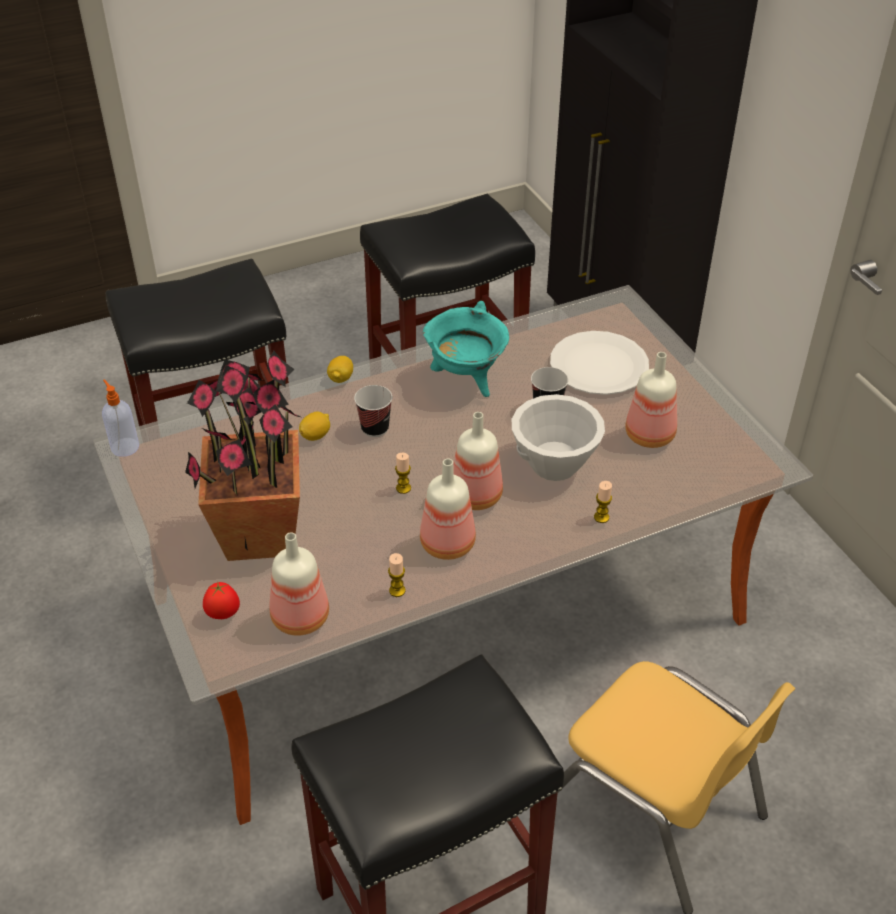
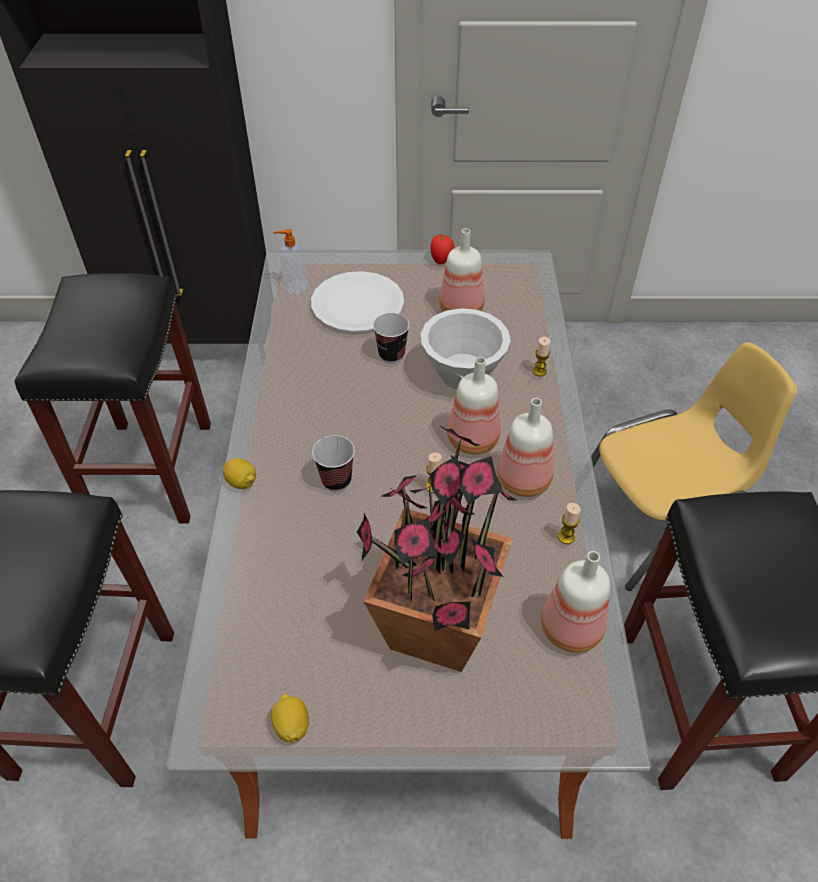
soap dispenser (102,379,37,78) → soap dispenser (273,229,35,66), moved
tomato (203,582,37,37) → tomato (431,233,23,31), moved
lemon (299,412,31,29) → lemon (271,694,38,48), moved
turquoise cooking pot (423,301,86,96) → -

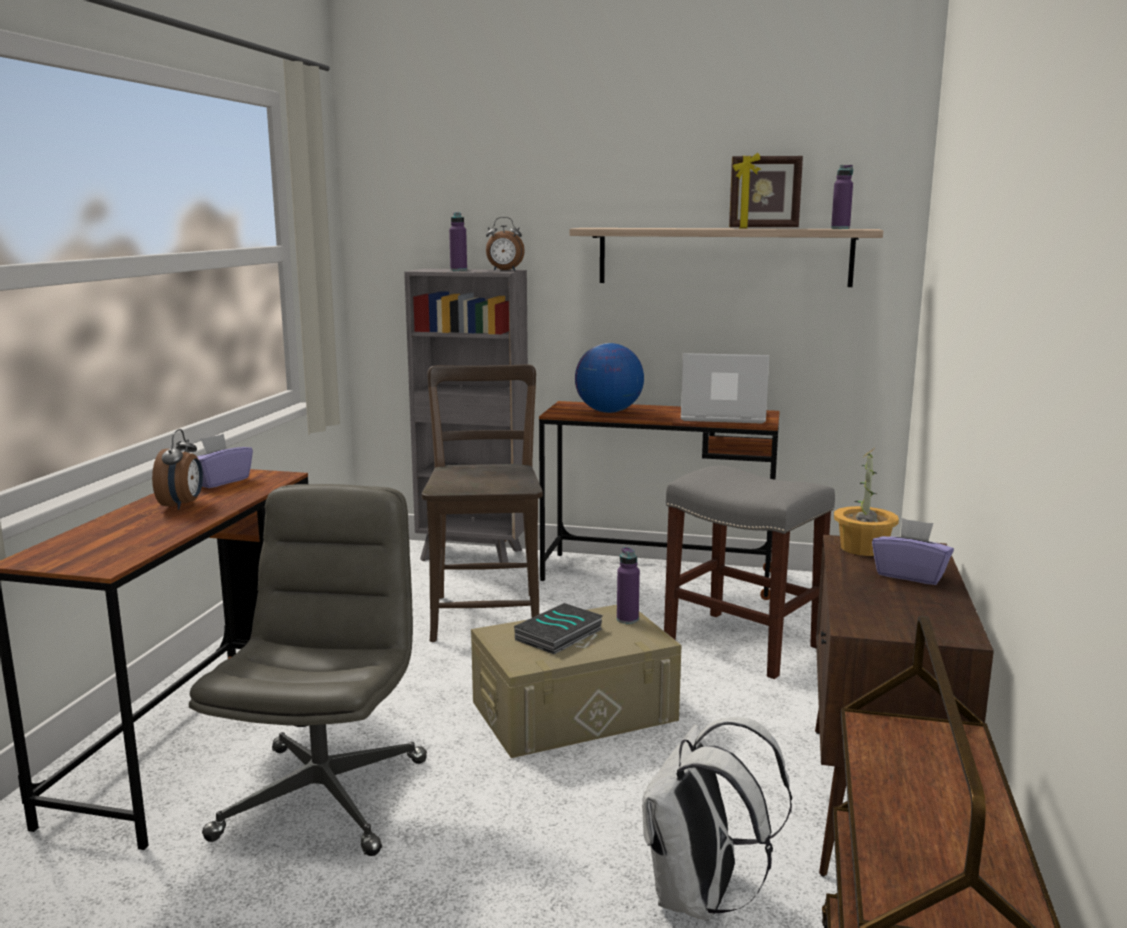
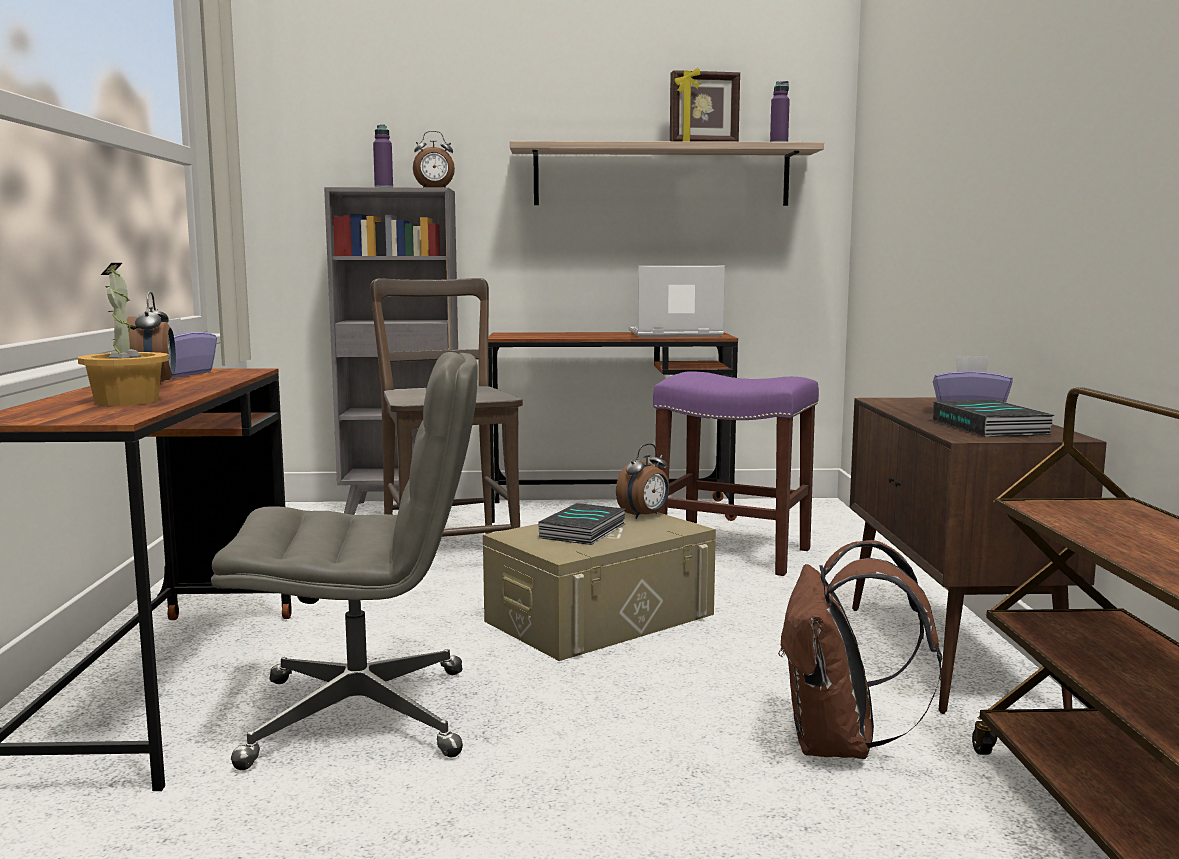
grey office chair (189,484,238,372) → grey office chair (211,352,267,418), 90 degrees clockwise
globe (575,343,69,70) → -
purple bottle (617,547,23,77) → alarm clock (616,444,53,75)
white backpack (642,717,150,203) → brown backpack (778,540,164,219)
grey stool (664,465,171,214) → purple stool (653,371,166,205)
potted plant (834,449,65,107) → potted plant (78,263,90,143), moved
- → book (933,400,121,37)

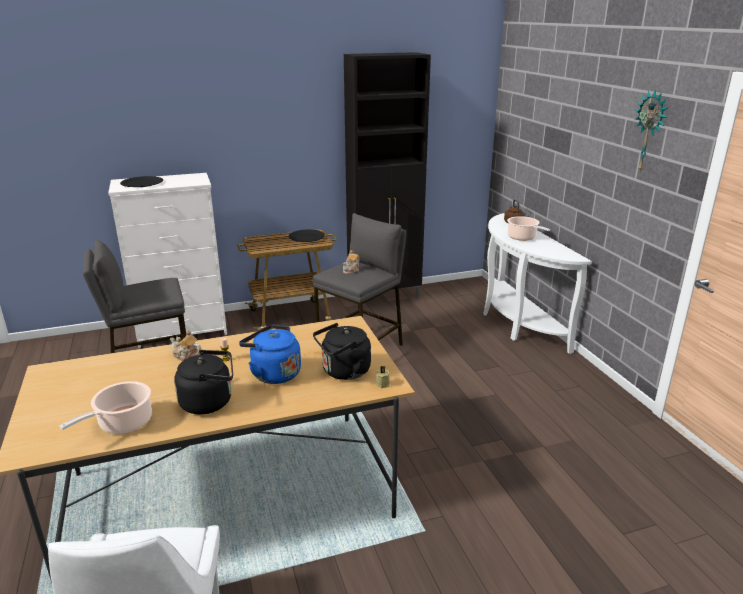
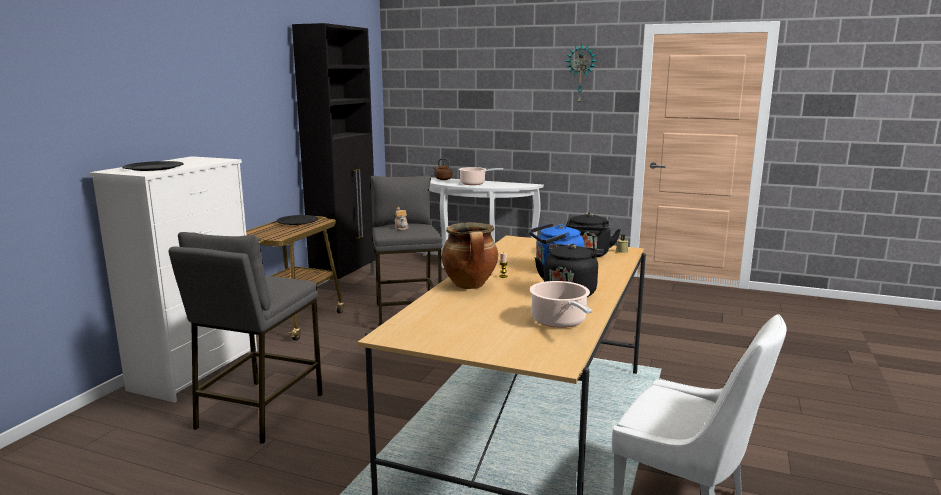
teapot (170,330,31,31) → cooking pot (442,222,56,67)

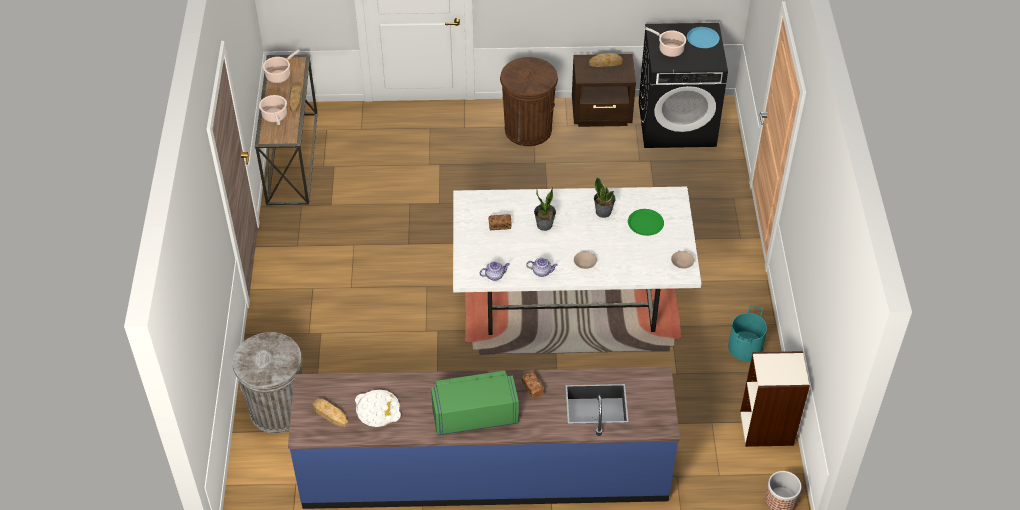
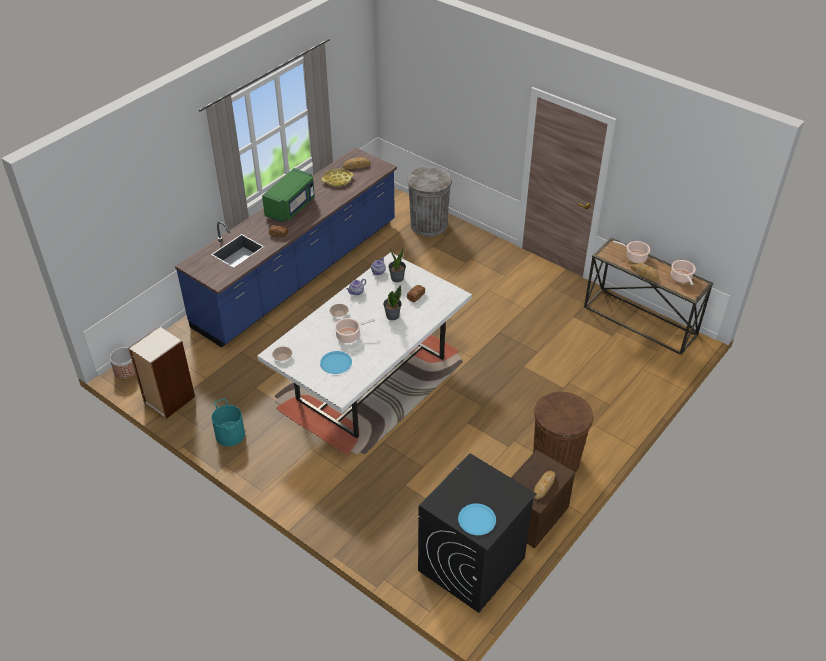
white tray (355,390,46,37) → yellow tray (321,169,33,17)
potted plant (594,178,22,40) → potted plant (388,249,18,33), moved
green plate (628,209,36,27) → blue plate (320,351,32,23)
cooking pot (645,27,41,30) → cooking pot (334,318,41,25), moved

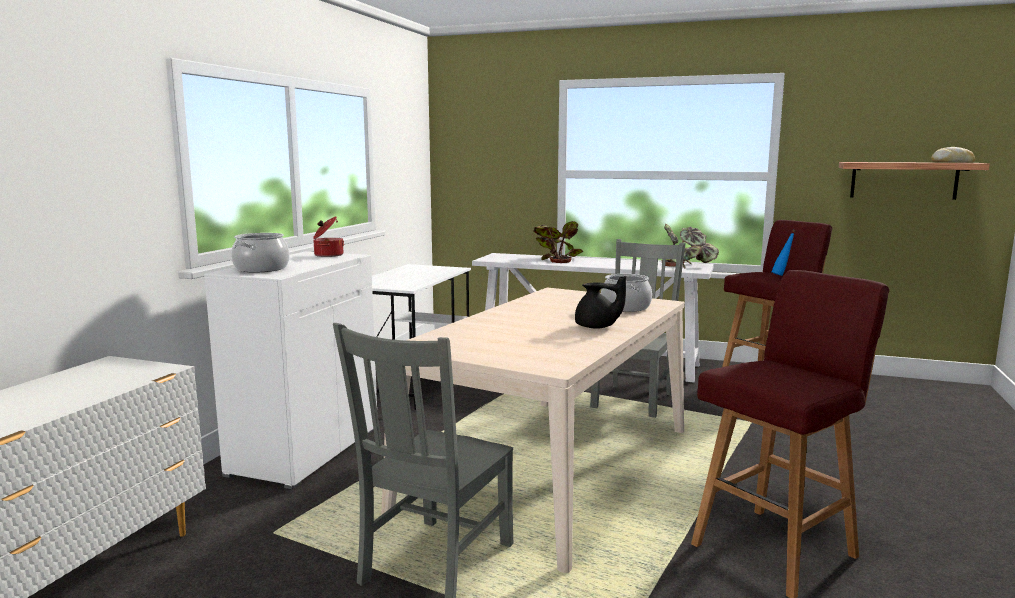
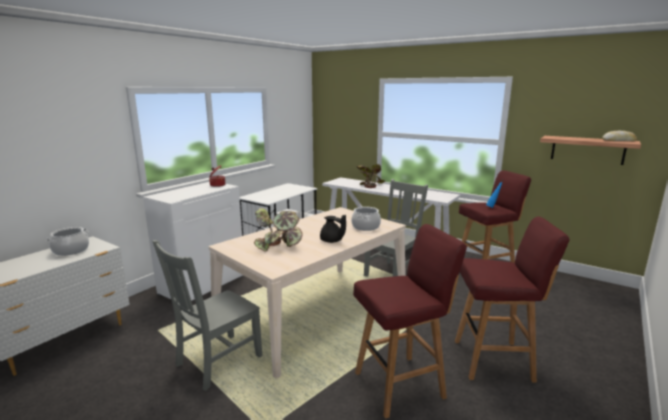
cooking pot (231,233,59,39) → cooking pot (47,227,42,29), moved
potted plant (661,224,58,44) → potted plant (254,208,49,44), moved
- → red stool (455,217,115,166)

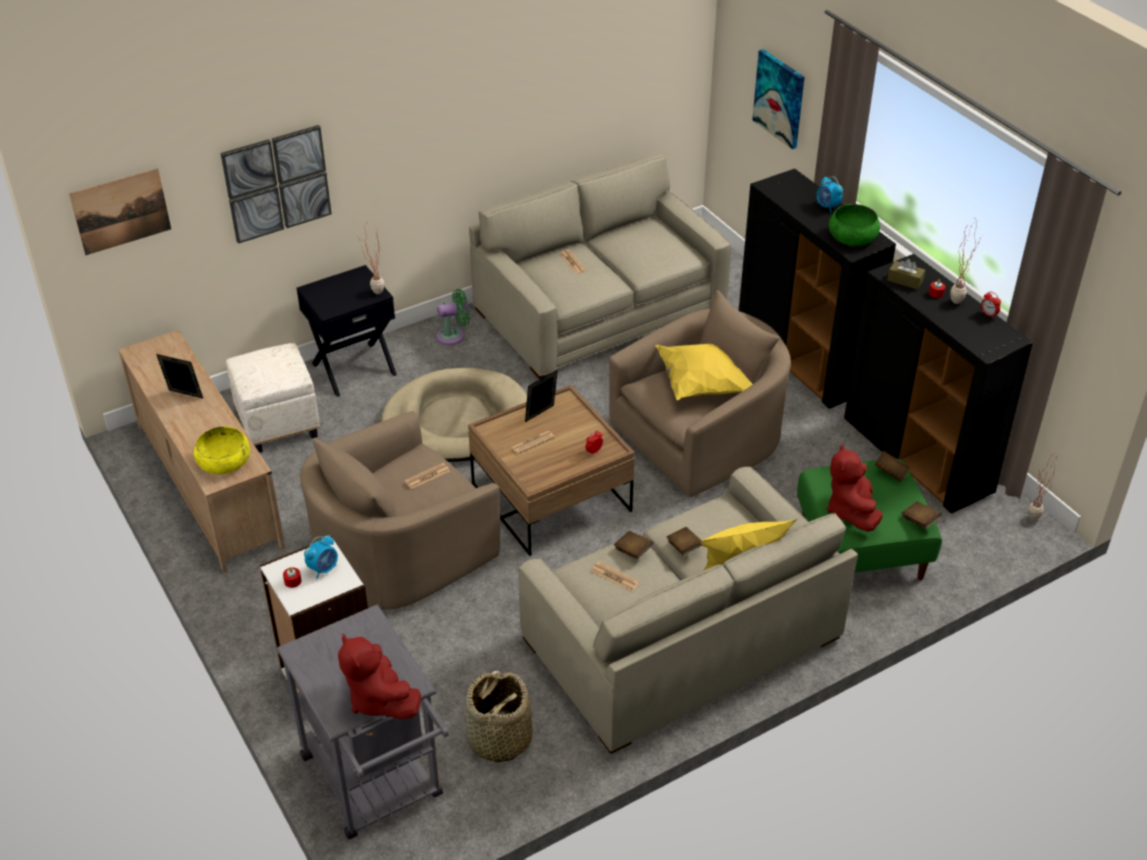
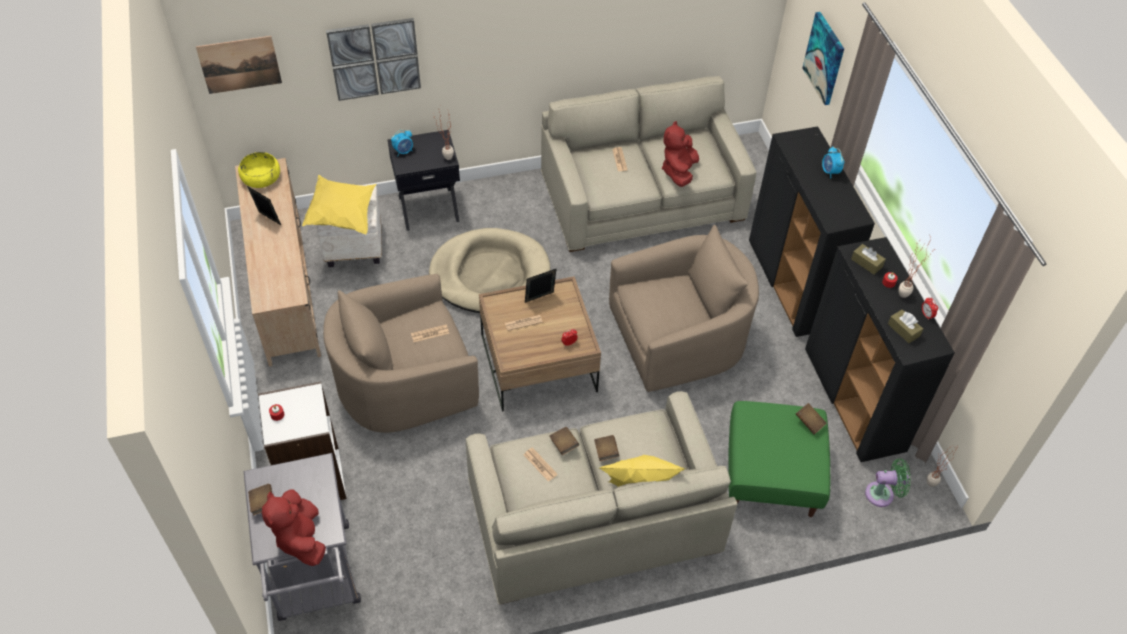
yellow bowl (194,426,56,48) → yellow bowl (238,152,42,36), moved
alarm clock (304,535,34,44) → alarm clock (391,130,22,27), moved
green fan (436,289,34,56) → green fan (865,458,46,49), moved
basket (464,670,68,96) → -
yellow pillow (655,344,97,56) → yellow pillow (302,175,74,59), moved
red plush toy (827,444,56,88) → red plush toy (662,121,37,66), moved
green bowl (829,204,51,42) → -
brown book (901,501,41,28) → brown book (248,484,24,31), moved
- → brown tissue box (888,310,35,33)

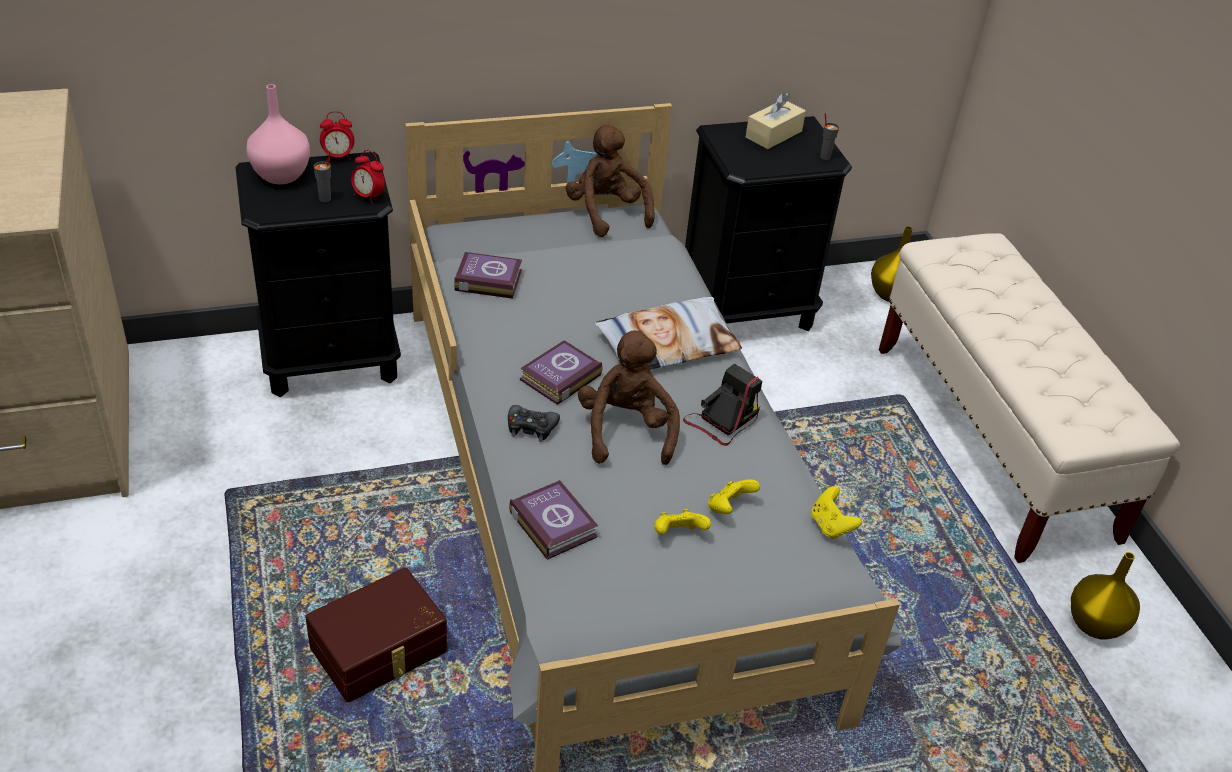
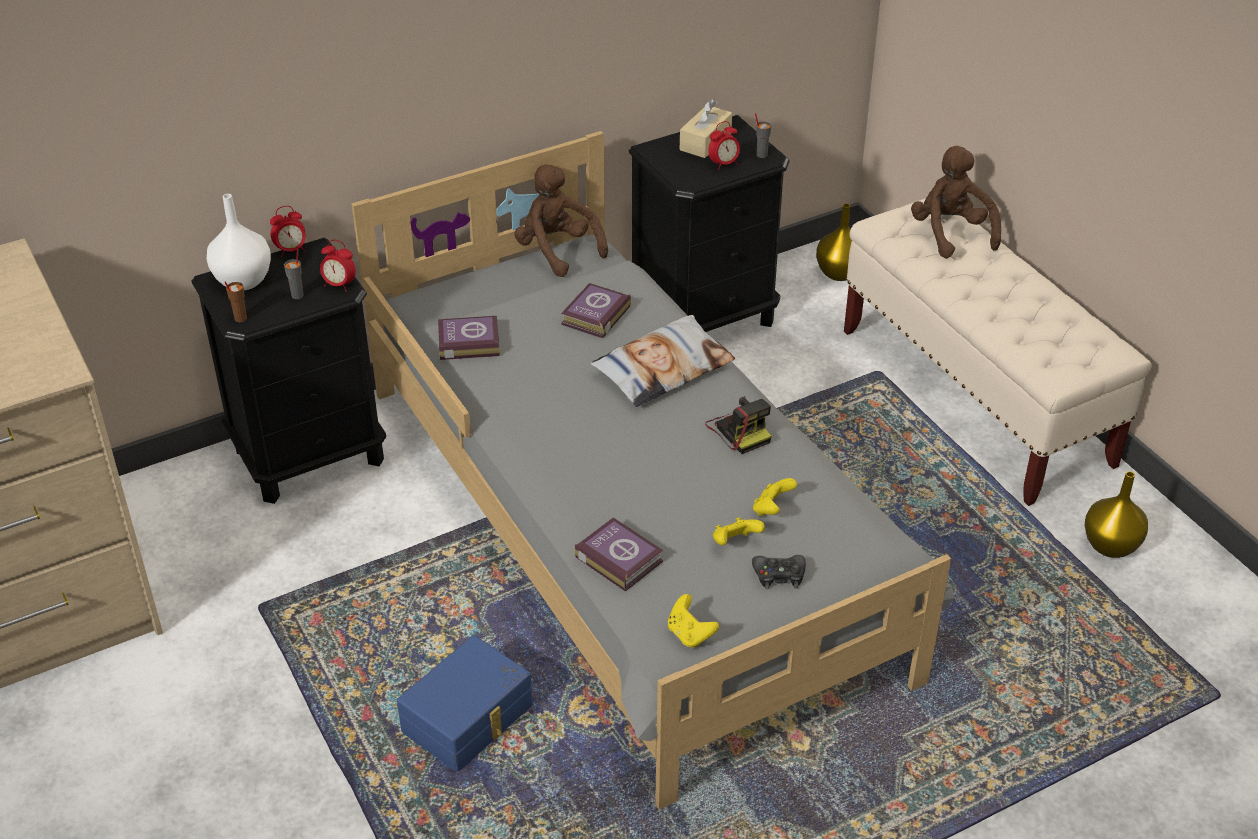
pink vase (246,84,64,100) → white vase (207,194,64,97)
brown storage box (305,568,142,135) → blue storage box (397,635,136,137)
black game controller (508,405,52,37) → black game controller (752,555,54,34), moved
book (520,340,82,65) → book (561,283,70,55), moved
brown plush toy (578,331,102,134) → brown plush toy (911,146,90,113), moved
photo camera (683,363,79,83) → photo camera (705,396,66,58), 120 degrees clockwise
yellow game controller (811,486,51,53) → yellow game controller (668,594,51,54), moved
- → brown cup (225,281,22,41)
- → alarm clock (708,121,32,49)

